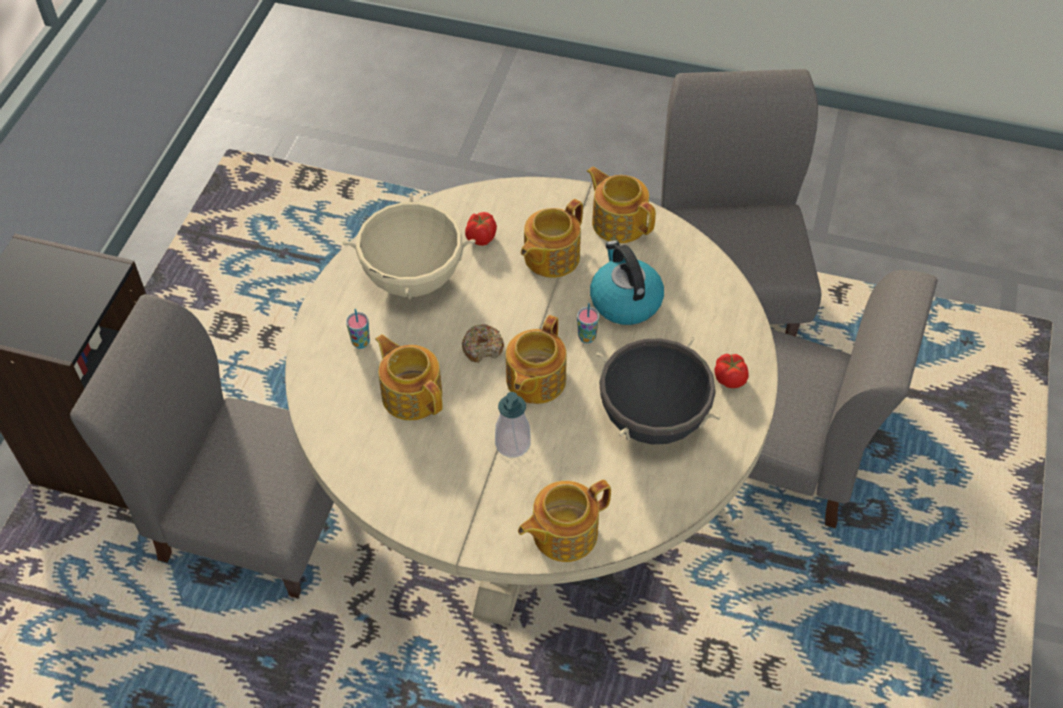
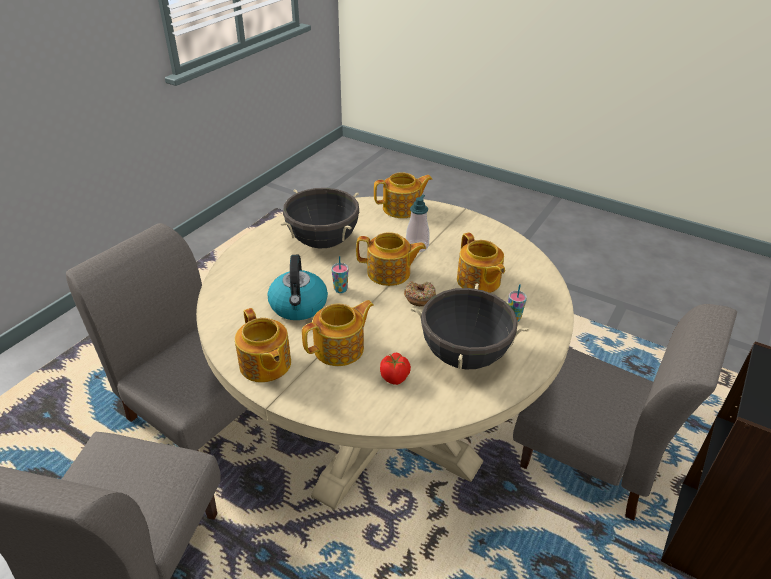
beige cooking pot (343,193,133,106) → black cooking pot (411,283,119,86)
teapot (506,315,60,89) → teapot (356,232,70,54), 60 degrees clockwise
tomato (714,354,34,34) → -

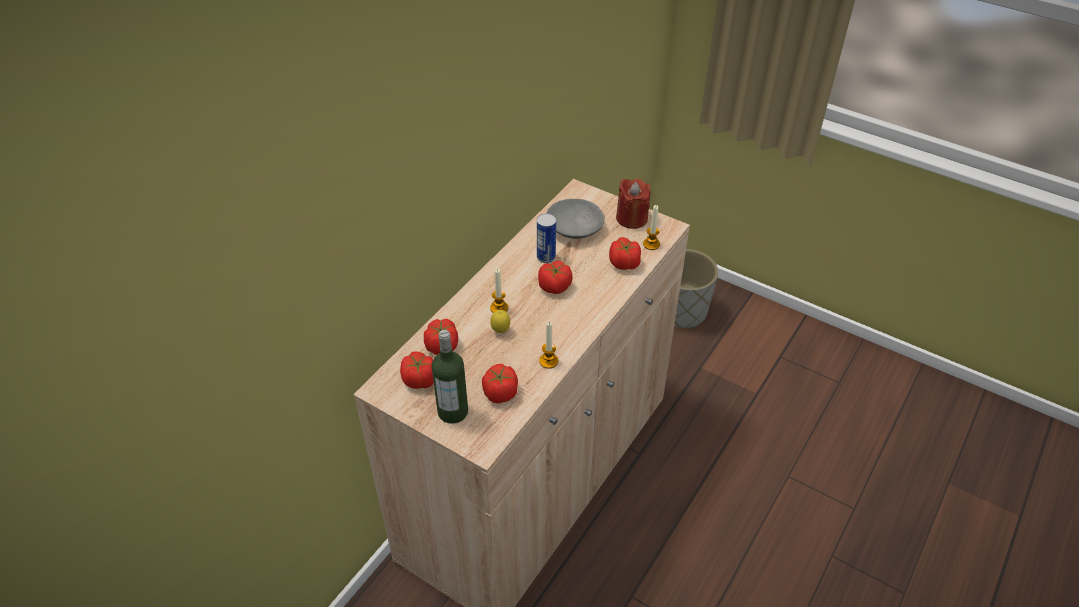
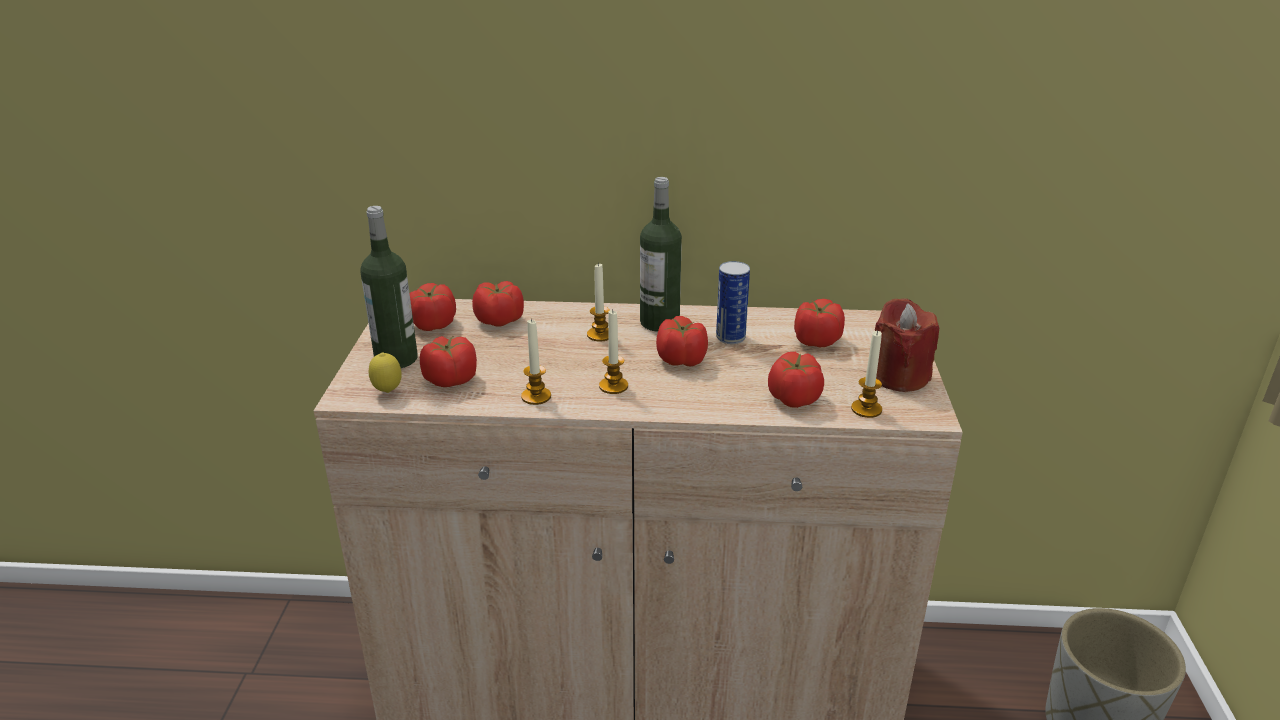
lemon (490,310,20,23) → lemon (369,353,33,40), moved
grey bowl (547,199,58,40) → tomato (794,299,51,48)
- → candle (599,309,29,85)
- → bottle (640,177,42,155)

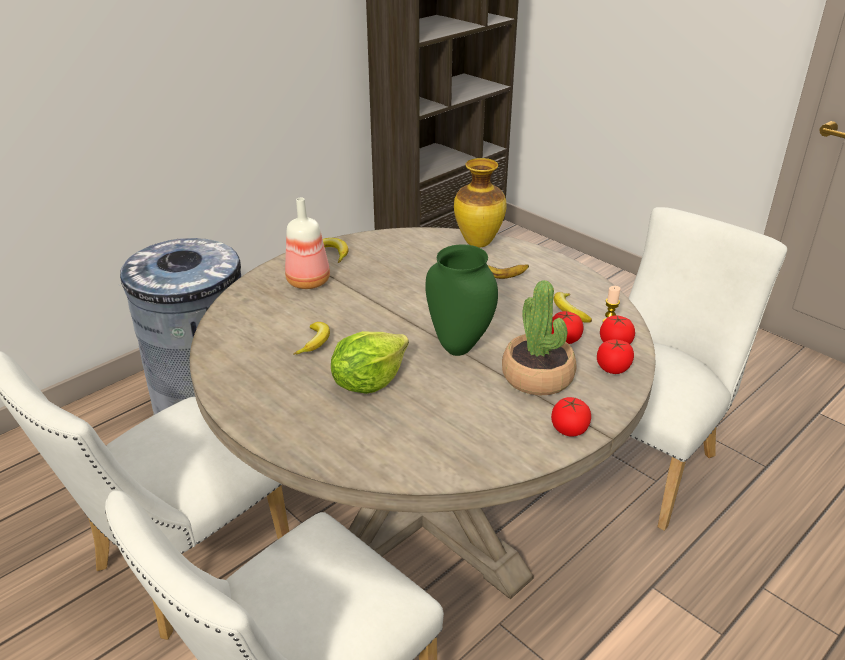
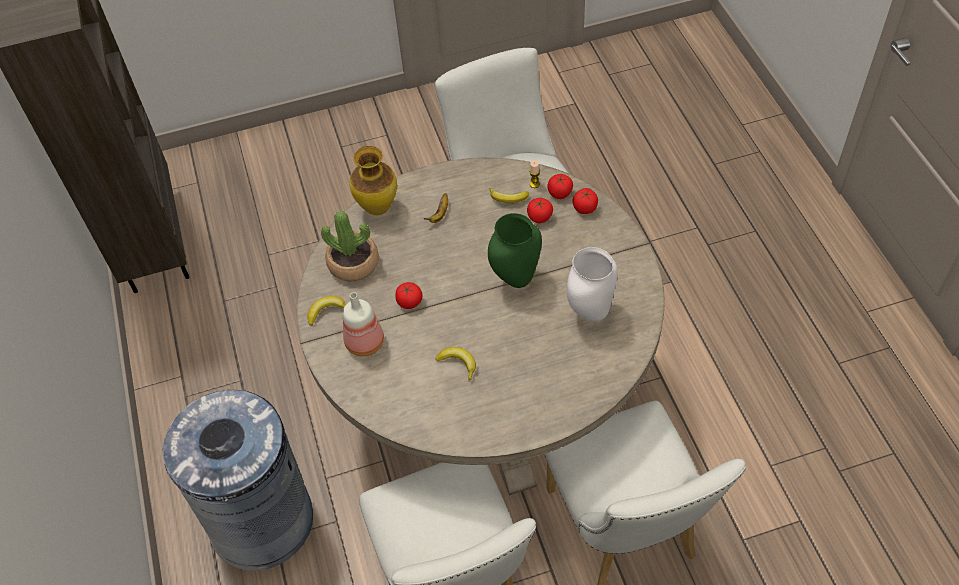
lettuce (331,331,78,63) → -
potted plant (502,280,74,116) → potted plant (321,211,58,71), moved
tomato (551,397,40,40) → tomato (395,282,28,27), moved
- → white vase (567,247,50,75)

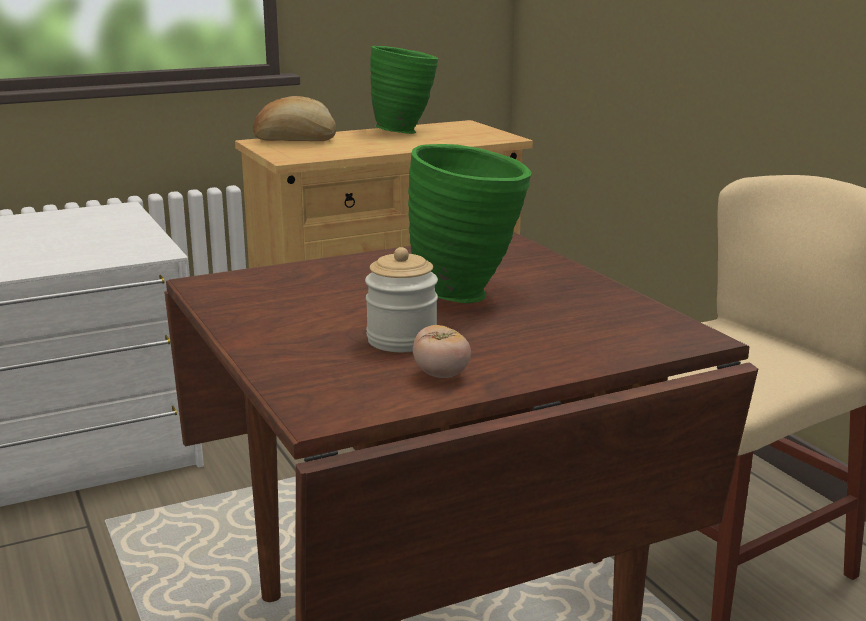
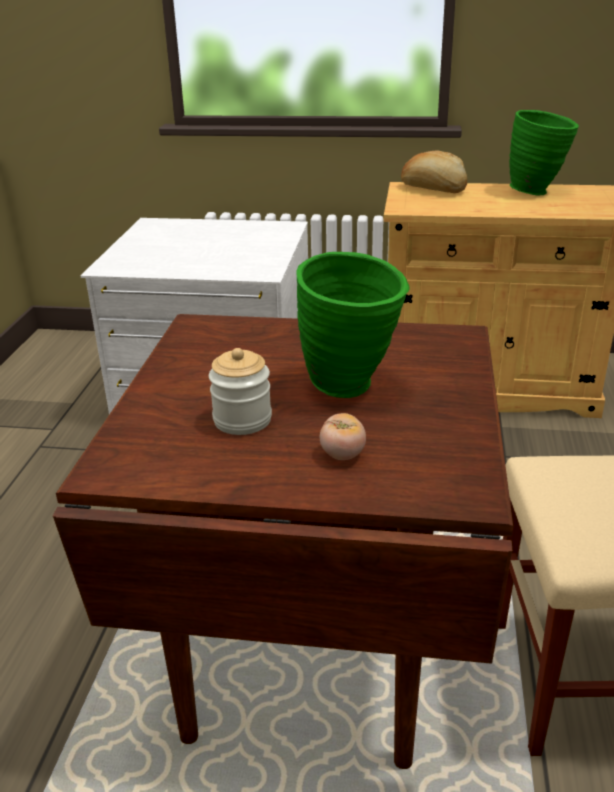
tomato (413,325,58,53) → tomato (320,413,46,47), moved

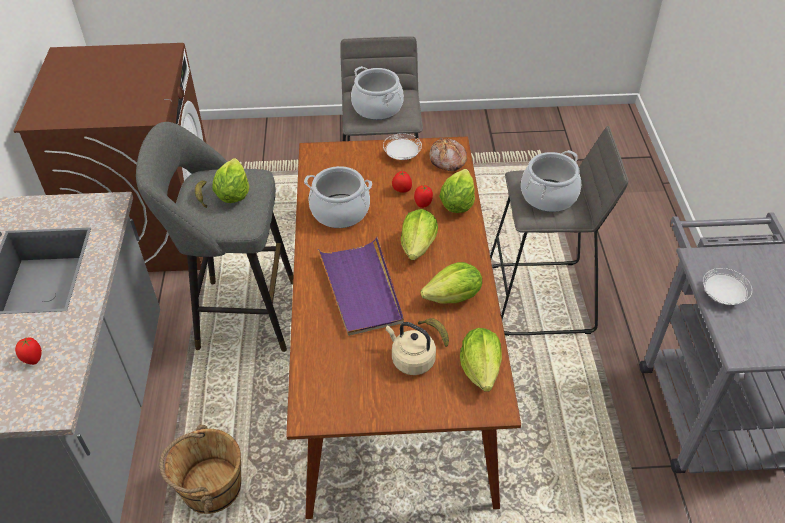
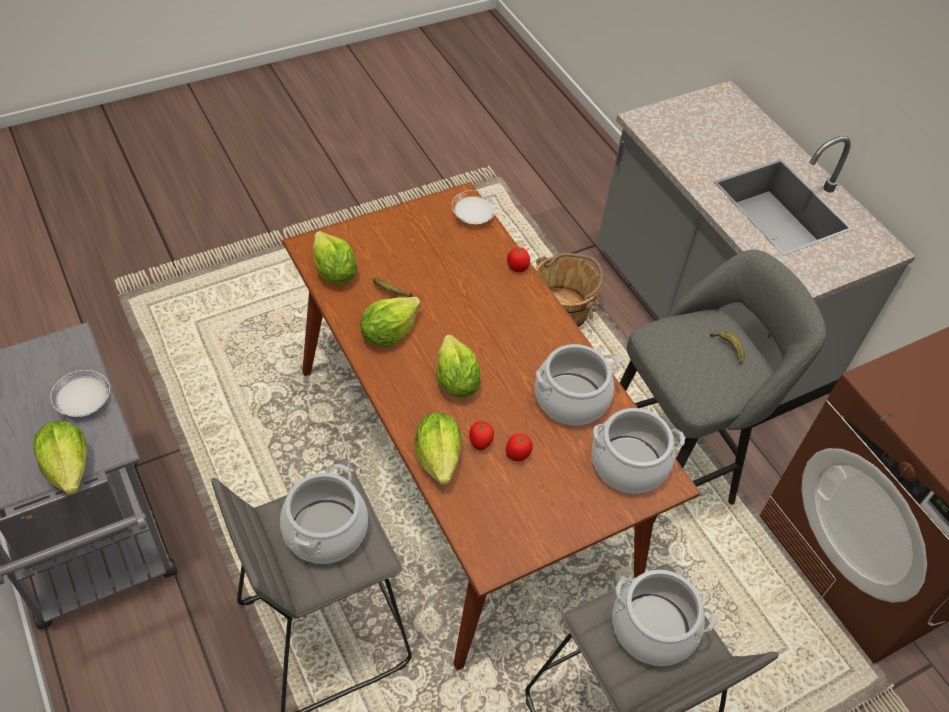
tomato (15,337,27,28) → tomato (507,247,23,25), moved
lettuce (213,158,36,45) → lettuce (33,421,54,74), moved
purple tray (318,237,86,99) → -
white plate (383,133,39,27) → white plate (452,190,46,34), moved
beige kettle (386,322,50,53) → -
bread (429,138,38,33) → -
- → cooking pot (592,408,93,85)

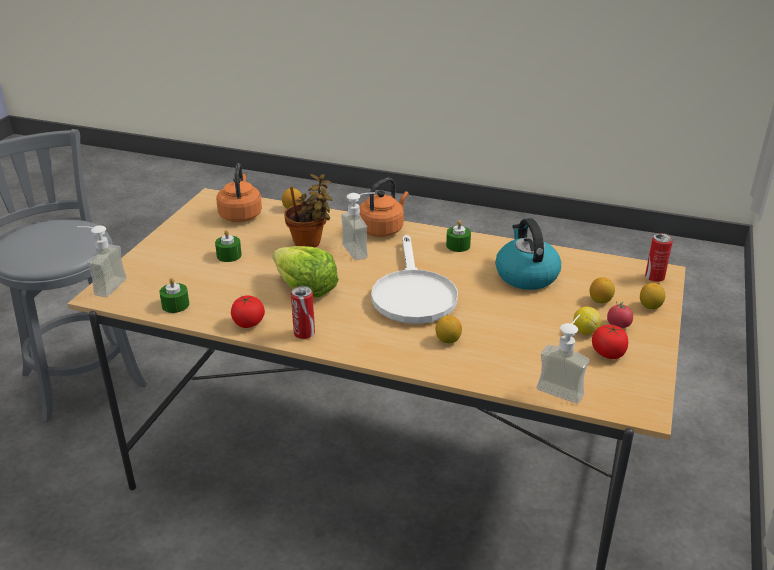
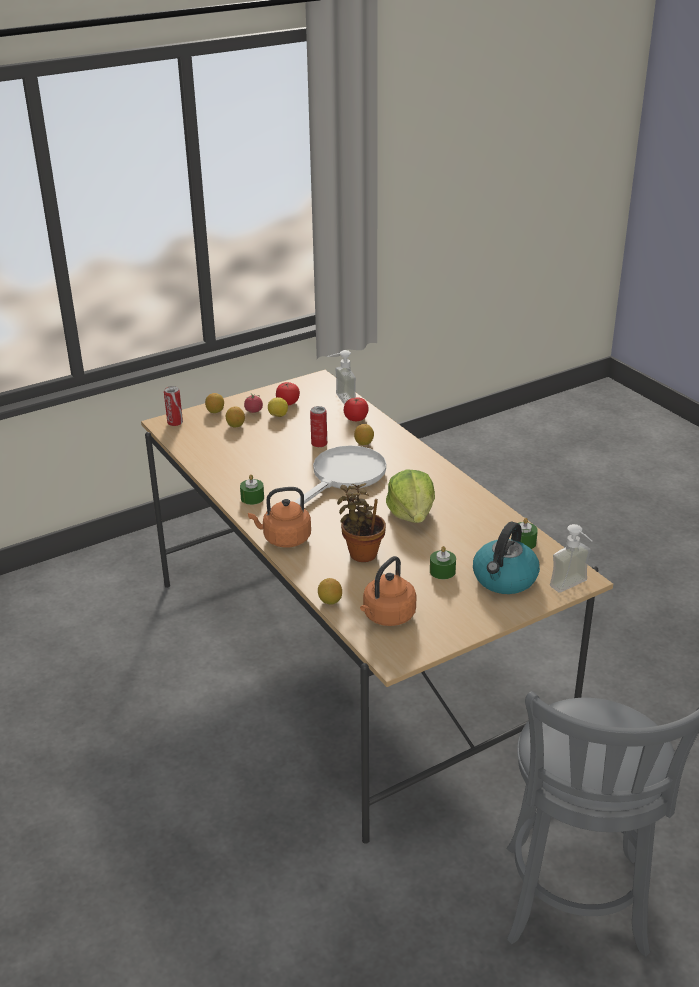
tomato (231,295,34,33) → tomato (344,397,25,24), moved
can (291,286,24,53) → can (310,406,17,41), moved
soap dispenser (341,193,34,67) → -
kettle (496,218,65,72) → kettle (473,522,67,72), moved

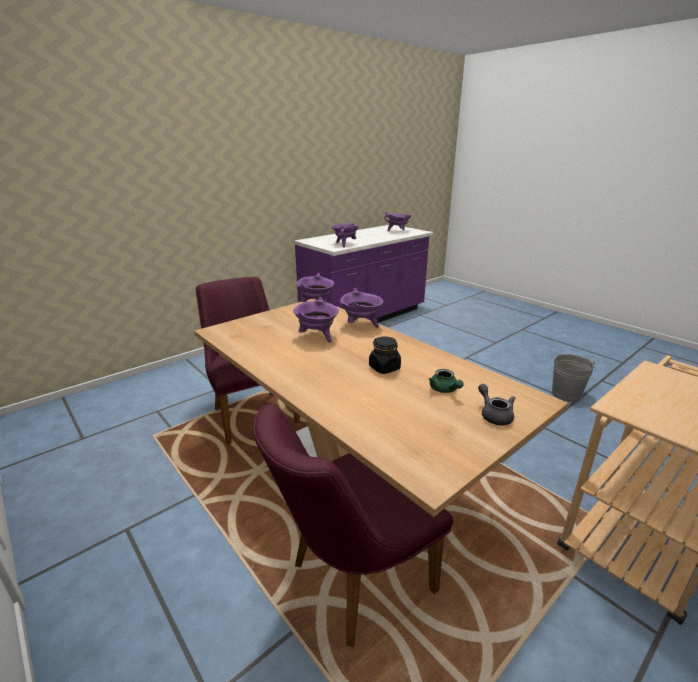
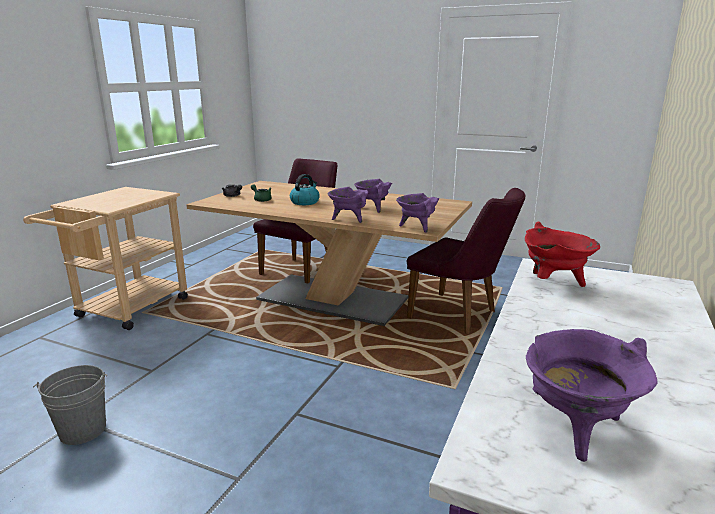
purple cooking pot (331,223,29,24) → red cooking pot (525,222,75,65)
black jar (369,336,32,38) → kettle (290,174,30,31)

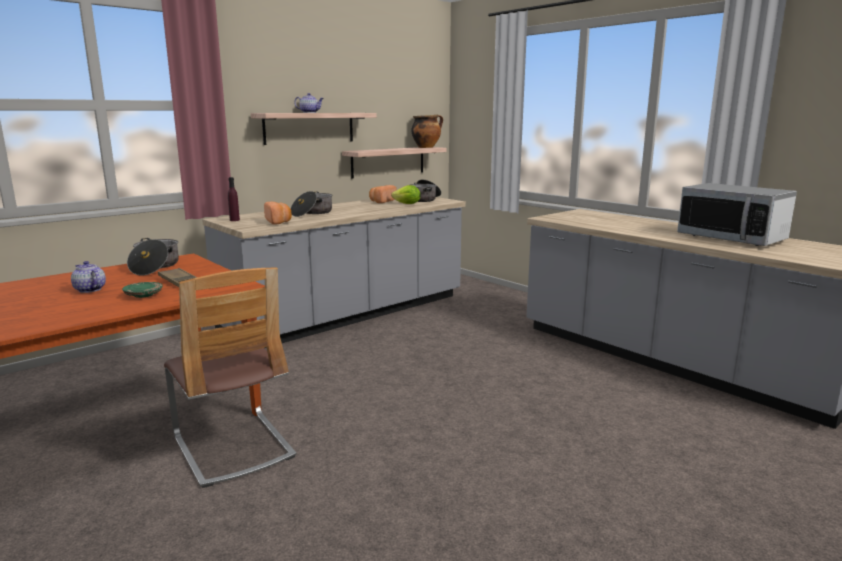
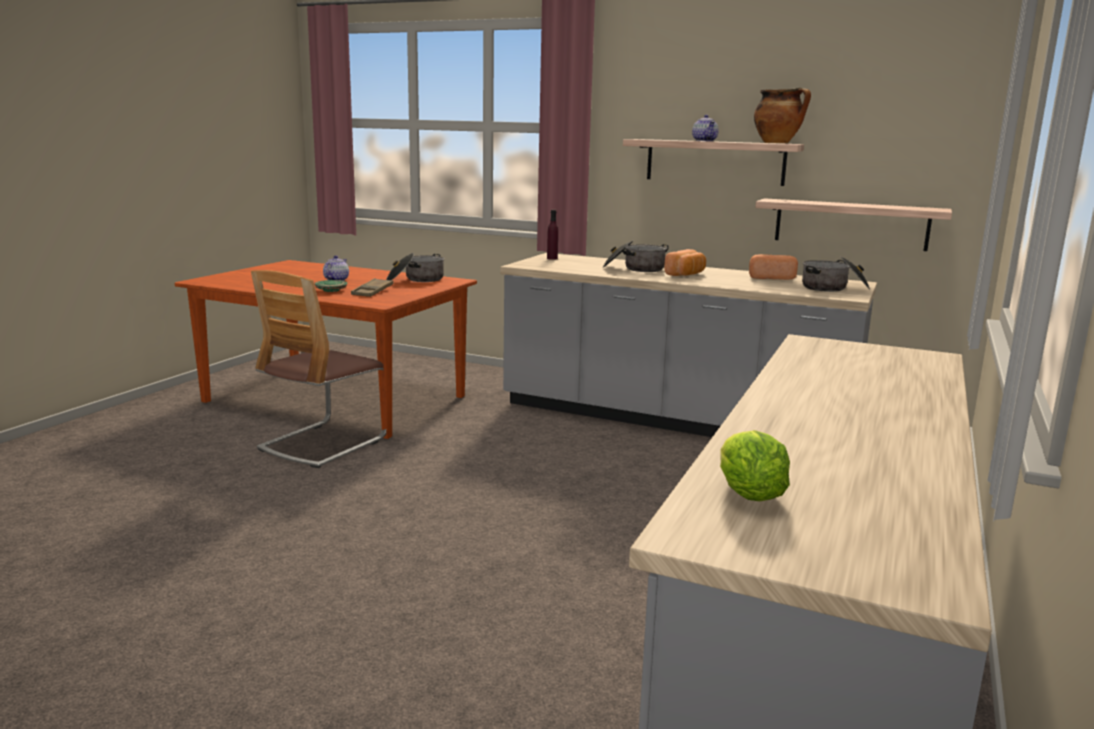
bread (264,201,28,24) → bread (665,249,41,27), moved
lettuce (391,185,30,19) → lettuce (720,430,70,71), moved
cooking pot (411,115,32,33) → cooking pot (754,88,57,55), moved
microwave (677,183,120,63) → -

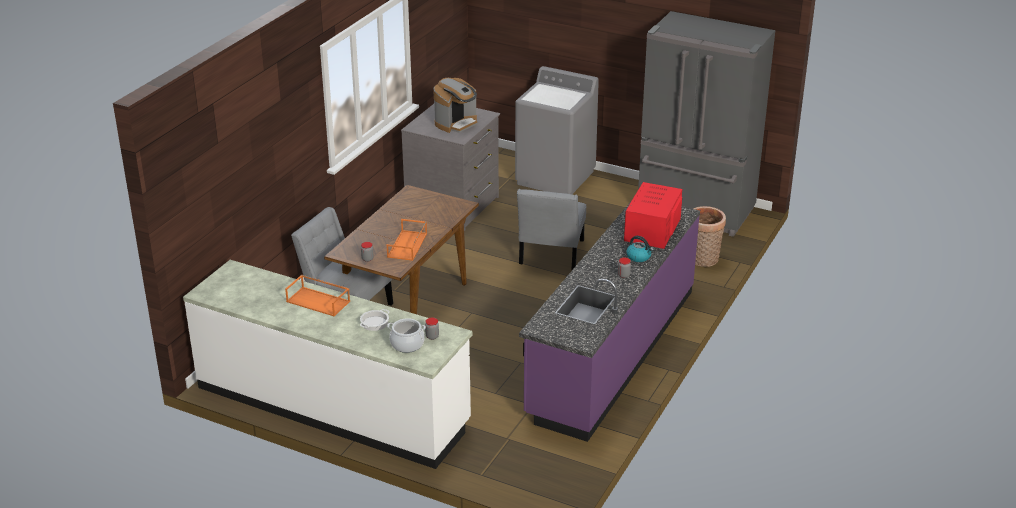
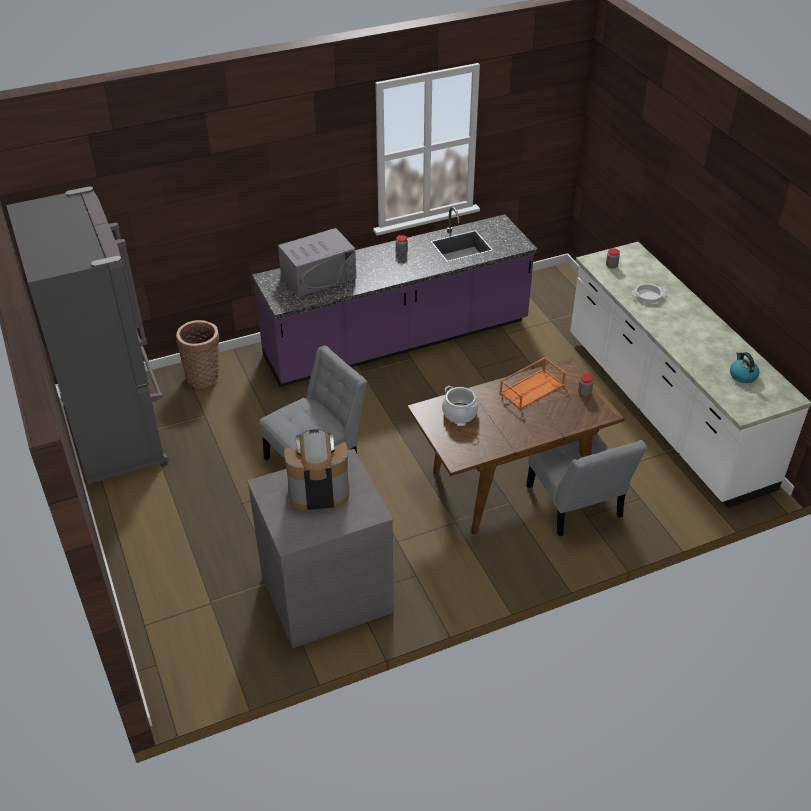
orange tray (285,275,65,42) → -
cooking pot (387,318,39,35) → cooking pot (442,386,36,37), moved
grey washing machine (515,66,84,128) → -
red microwave (624,182,58,67) → grey microwave (278,228,78,69)
kettle (626,236,28,26) → kettle (730,352,30,31), moved

